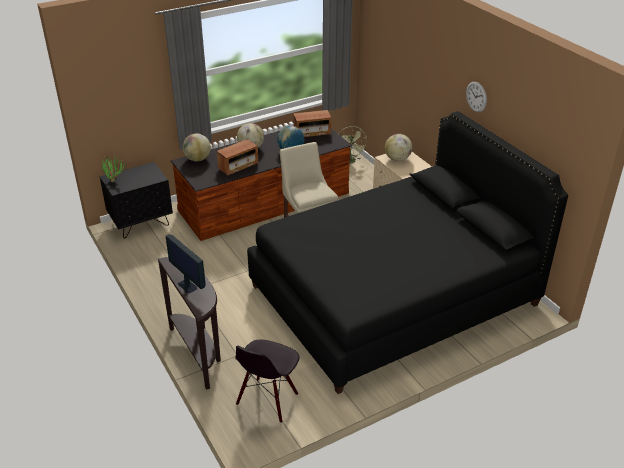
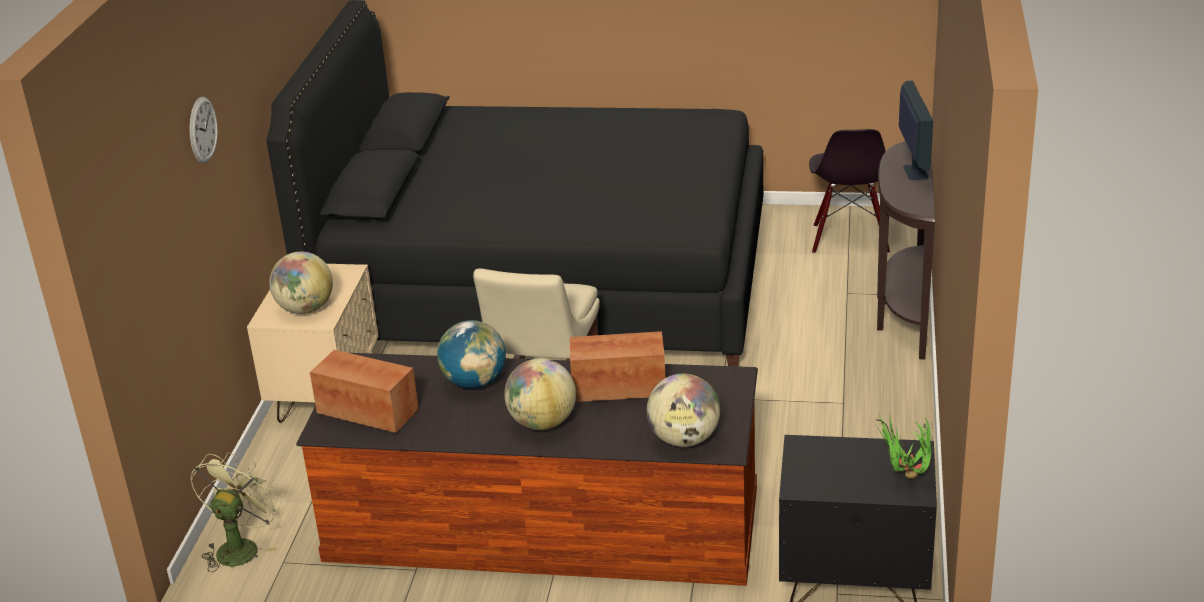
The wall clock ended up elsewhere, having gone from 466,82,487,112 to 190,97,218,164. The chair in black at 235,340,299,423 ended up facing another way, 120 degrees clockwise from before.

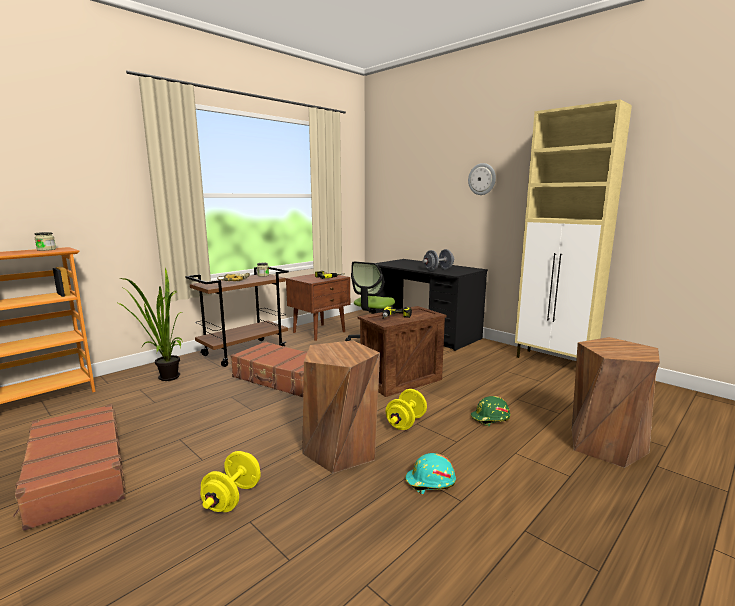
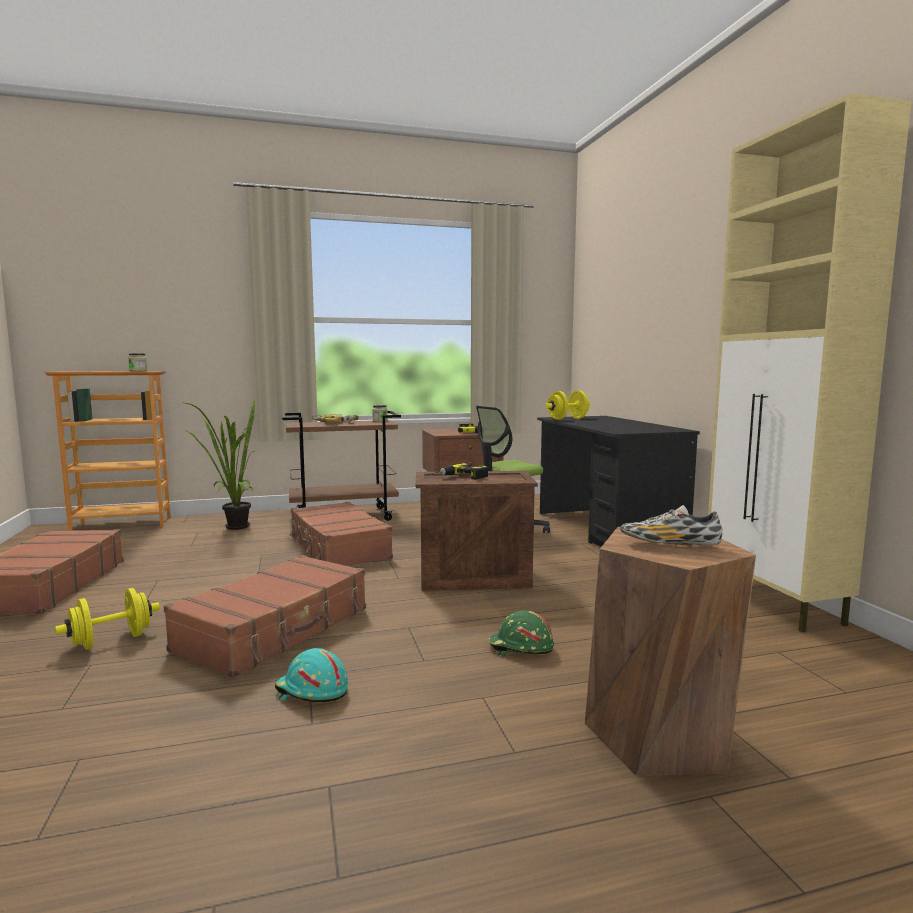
Where the stool in brown stood at 302,341,380,474, the suitcase in brown came to stand at 163,555,366,678. The free weight in yellow ended up elsewhere, having gone from 386,389,427,430 to 545,390,590,420. The second view gained the low shoe at 620,505,722,546. The second view lost the free weight in greyish at 422,249,455,271. The second view lost the wall clock at 468,163,496,195.

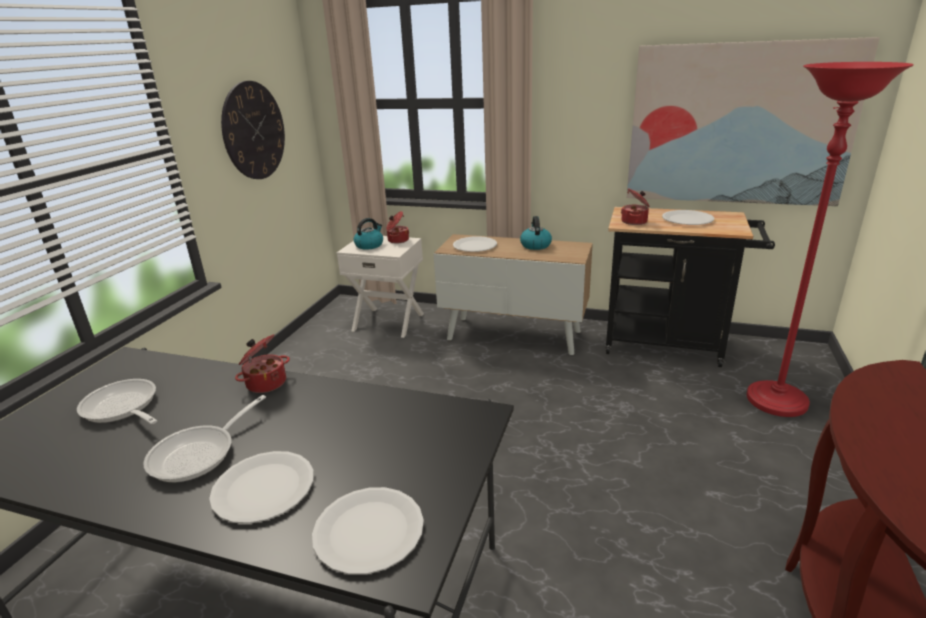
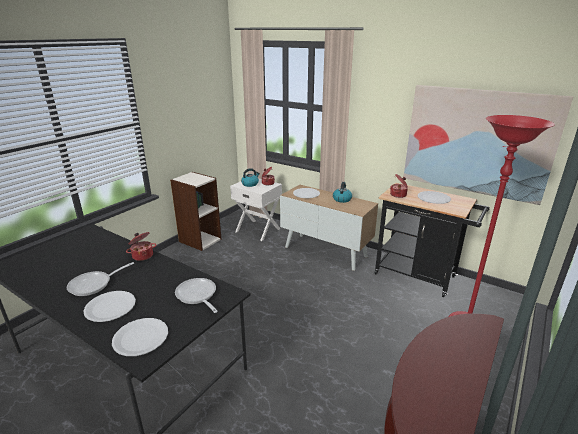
The second view gained the bookshelf at 170,172,222,251. The frying pan ended up elsewhere, having gone from 77,379,157,424 to 175,278,218,313. The second view lost the wall clock at 221,81,285,179.

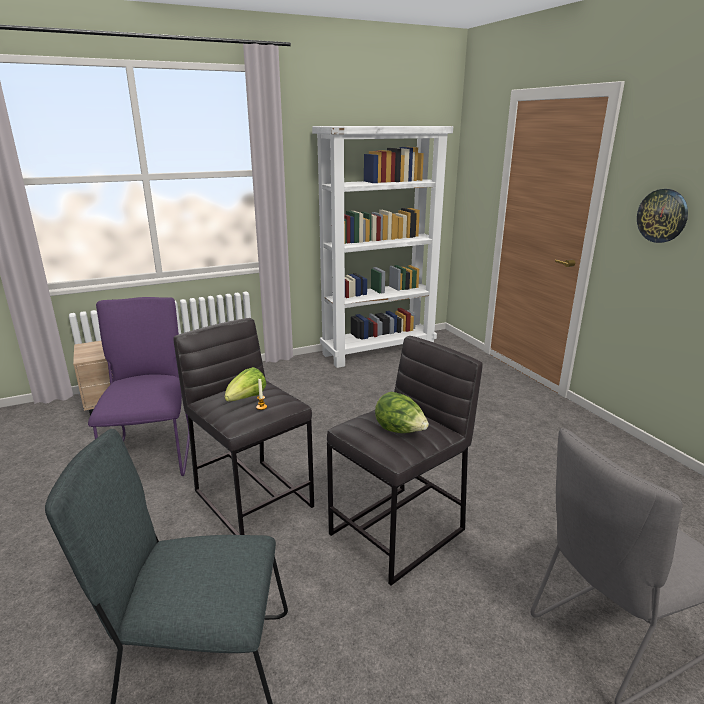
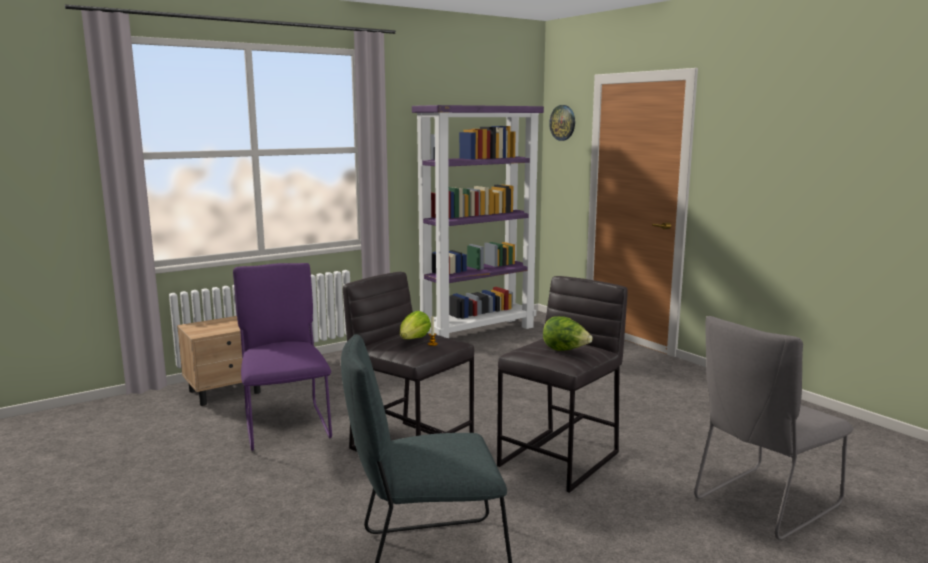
What was the bookshelf in white at 312,126,453,368 turned into the bookshelf in purple-coloured at 412,105,544,338. The wall clock ended up elsewhere, having gone from 637,189,688,243 to 549,105,575,141.

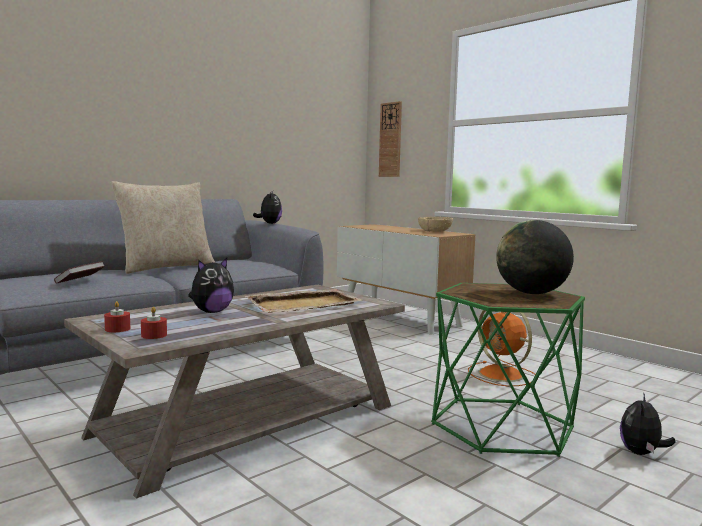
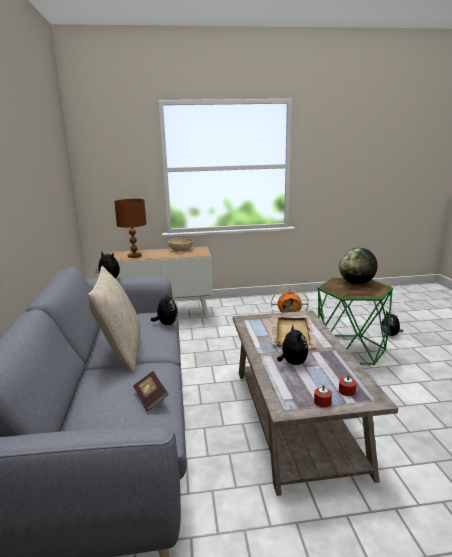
The second view gained the tabletop lamp in brown at 114,199,146,258. The second view gained the plush toy at 151,293,178,325. The second view lost the wall clock at 379,101,402,177.

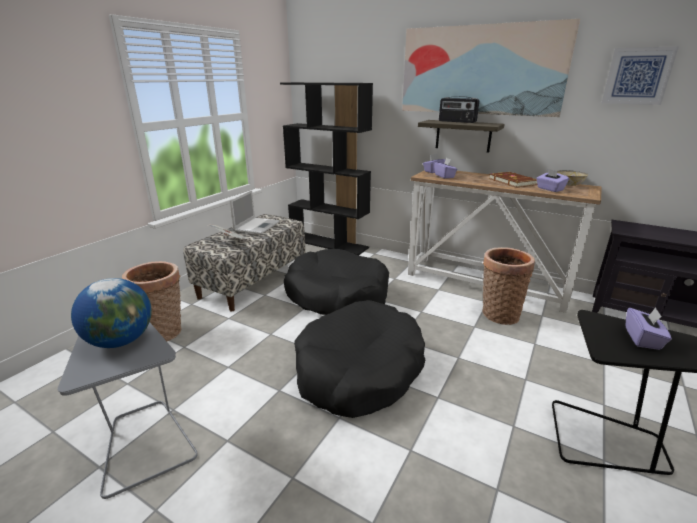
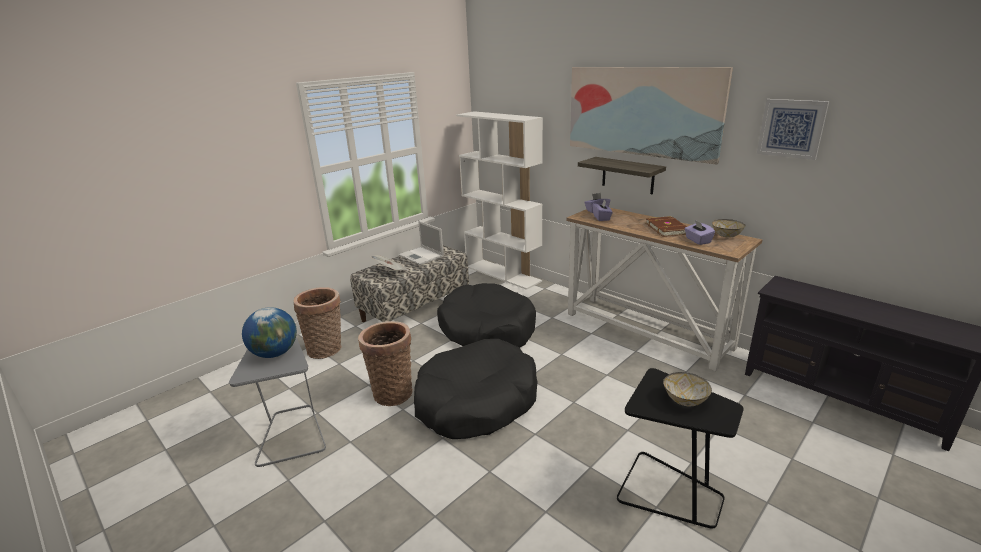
The storage basket ended up elsewhere, having gone from 482,247,535,325 to 358,321,413,406. The notebook computer at 230,190,280,234 ended up facing another way, 105 degrees clockwise from before. What was the bookshelf in black at 280,82,373,256 turned into the bookshelf in white at 456,111,543,290. Where the tissue holder in purple-coloured stood at 626,308,672,350, the deep dish came to stand at 663,372,712,406. The second view lost the radio receiver at 439,96,479,123.

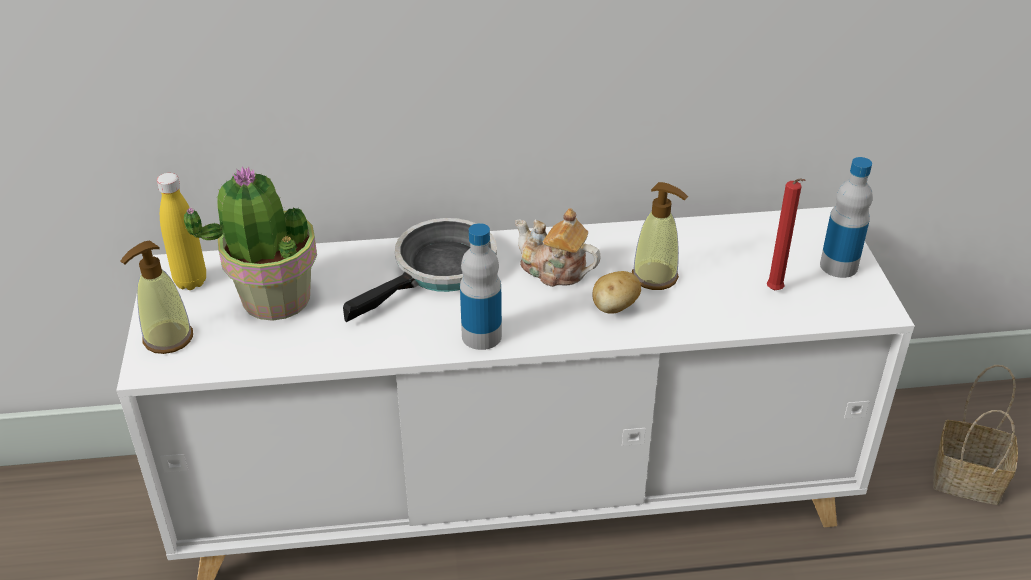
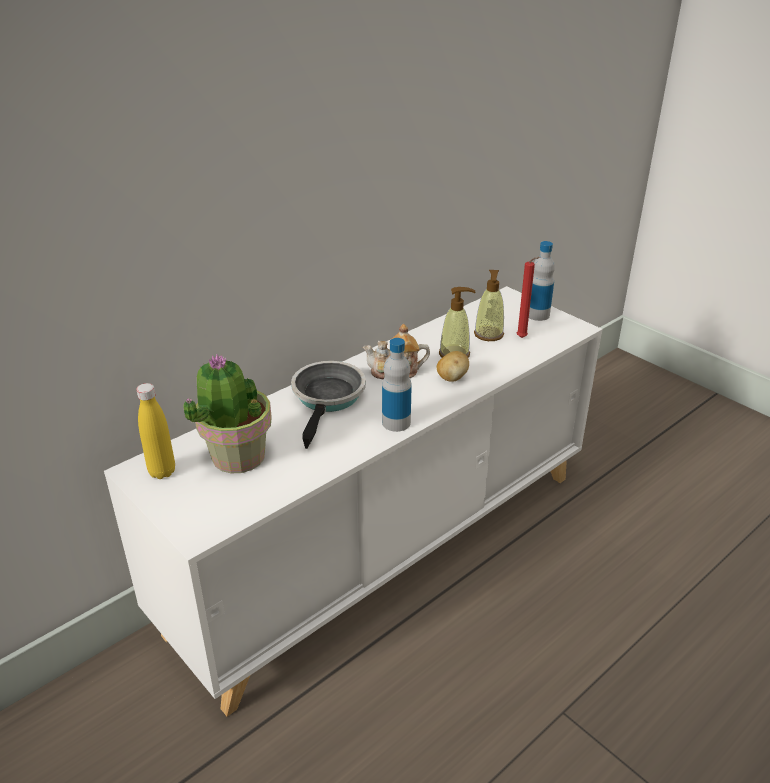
The liquid soap bottle ended up elsewhere, having gone from 121,241,193,354 to 474,270,504,341. The second view lost the storage basket at 933,365,1018,505.

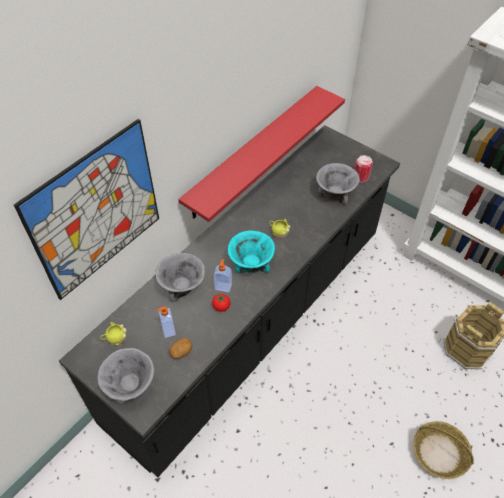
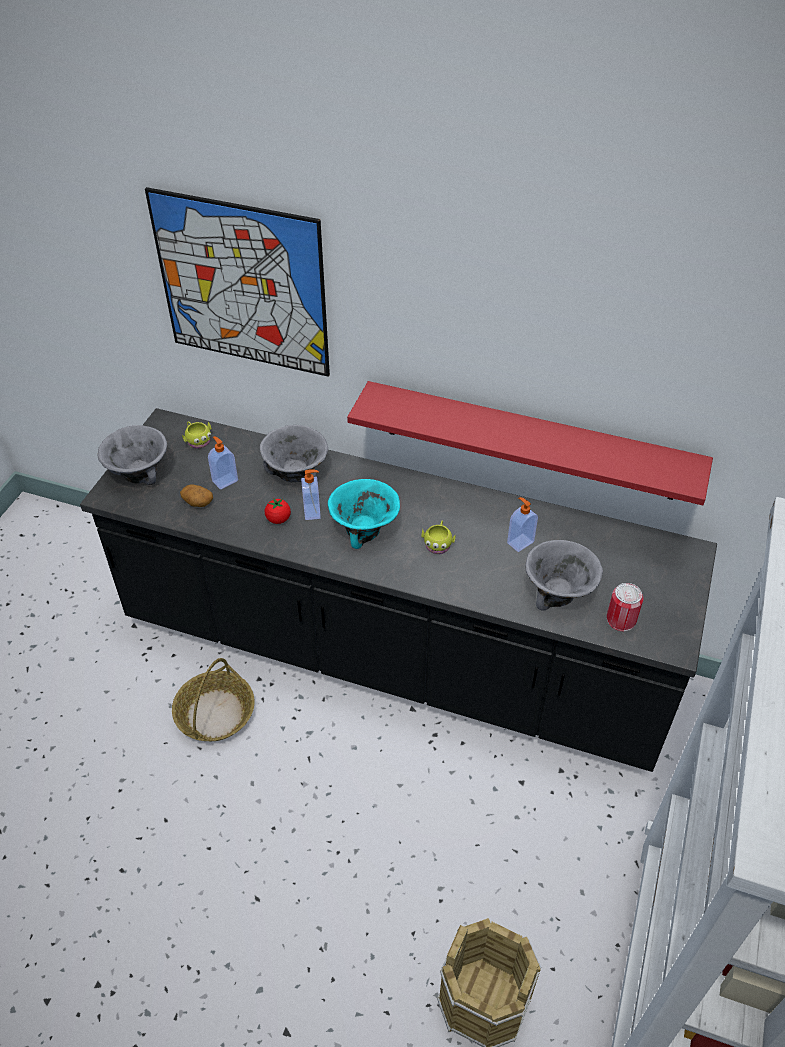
The storage basket ended up elsewhere, having gone from 413,421,474,479 to 172,658,254,741. The second view gained the liquid soap bottle at 507,497,538,552.

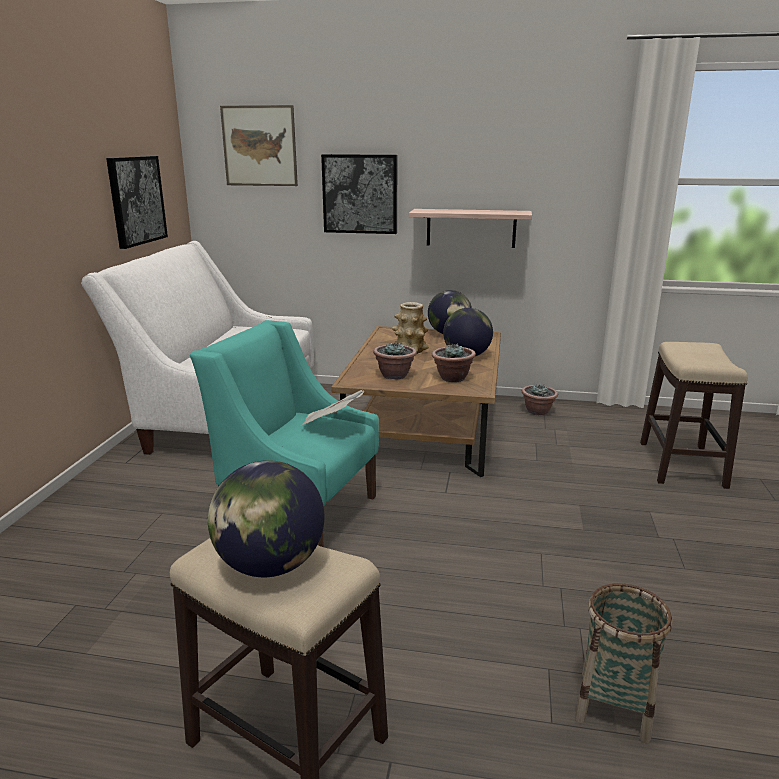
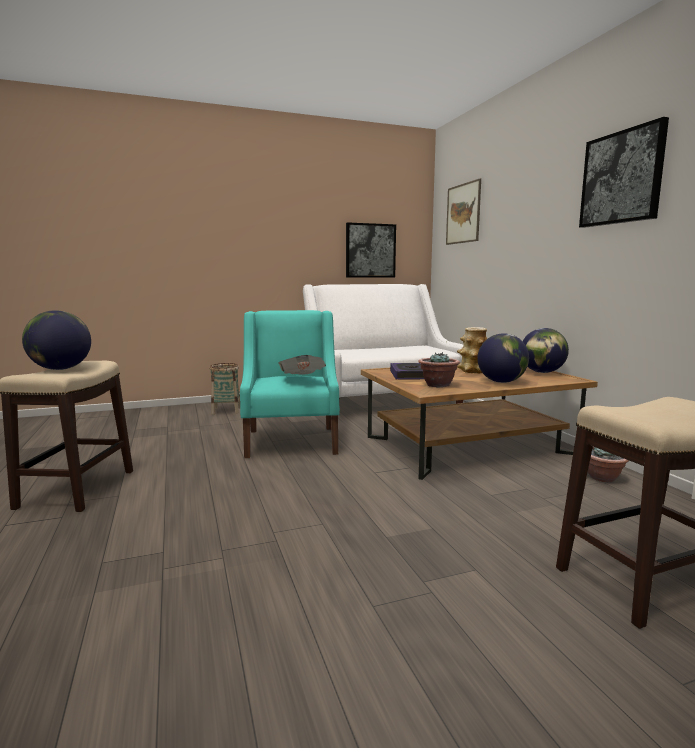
The storage basket ended up elsewhere, having gone from 575,583,673,743 to 209,363,240,415. Where the houseplant stood at 373,341,417,379, the book came to stand at 390,363,424,380. The wall art ended up elsewhere, having gone from 321,154,397,234 to 579,117,669,228. The second view lost the bracket shelf at 409,209,532,248.

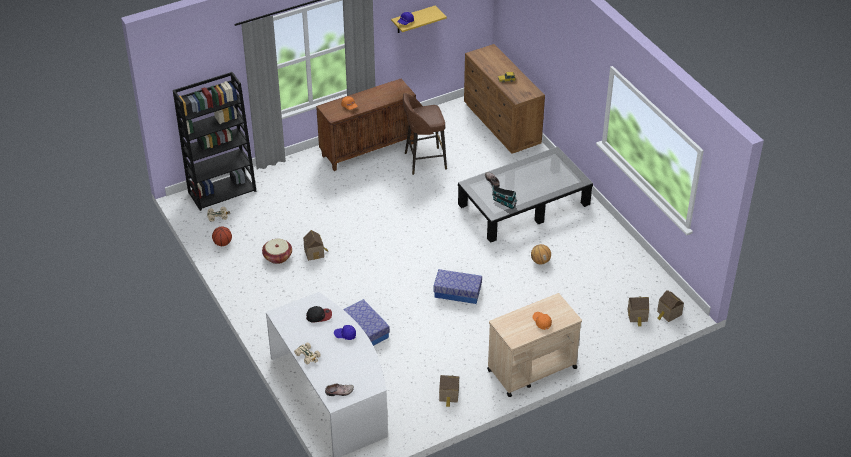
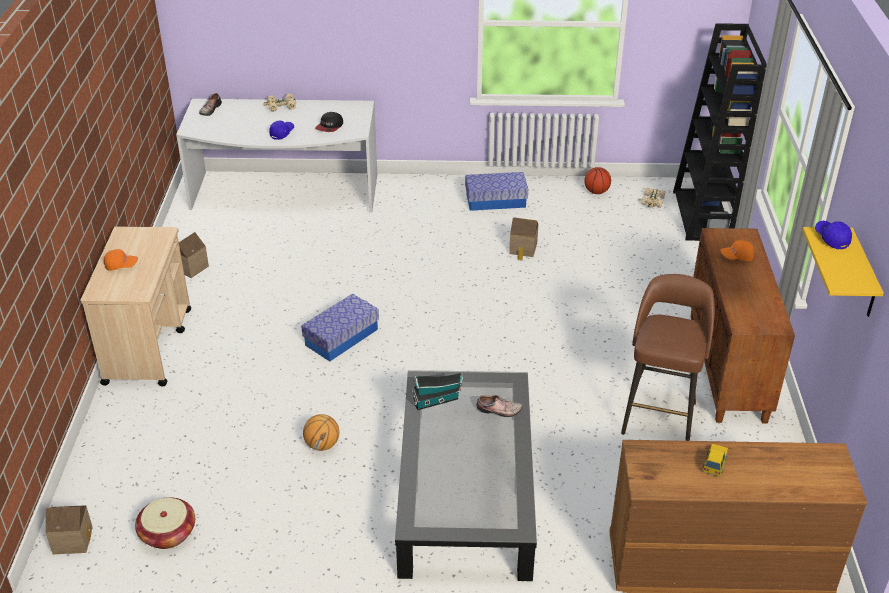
The storage basket ended up elsewhere, having gone from 262,239,292,264 to 135,497,195,549. The storage box ended up elsewhere, having gone from 343,299,390,346 to 465,172,528,211. The second view lost the model house at 628,296,649,326.

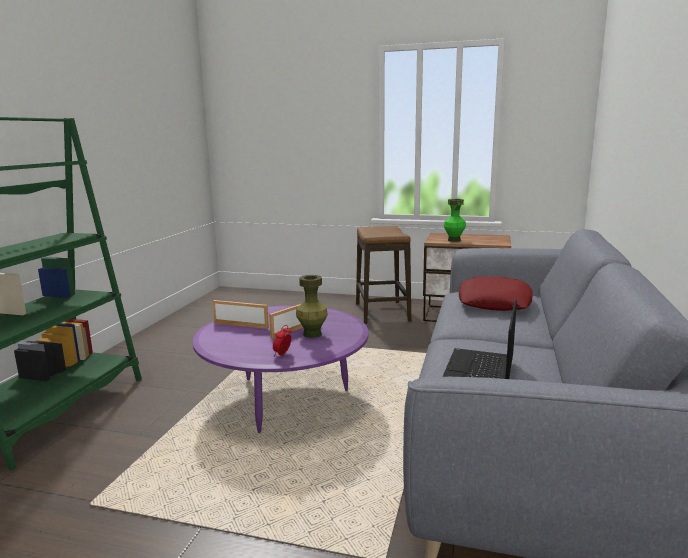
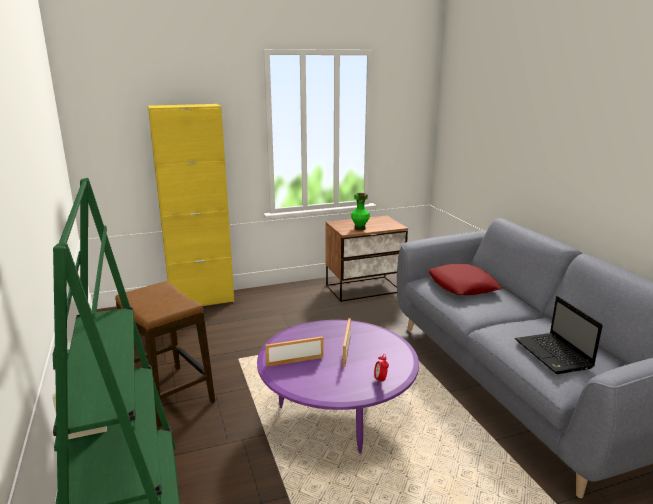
The stool ended up elsewhere, having gone from 356,226,411,324 to 115,281,215,427. The second view gained the cupboard in yellow at 148,104,234,306. The second view lost the vase in greenish at 296,275,328,338.

